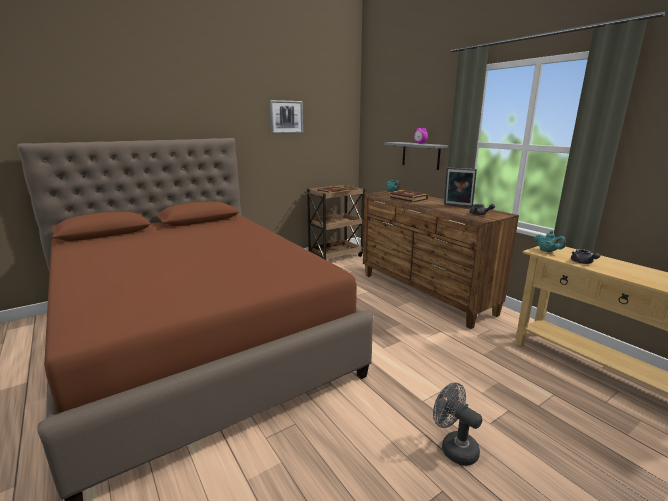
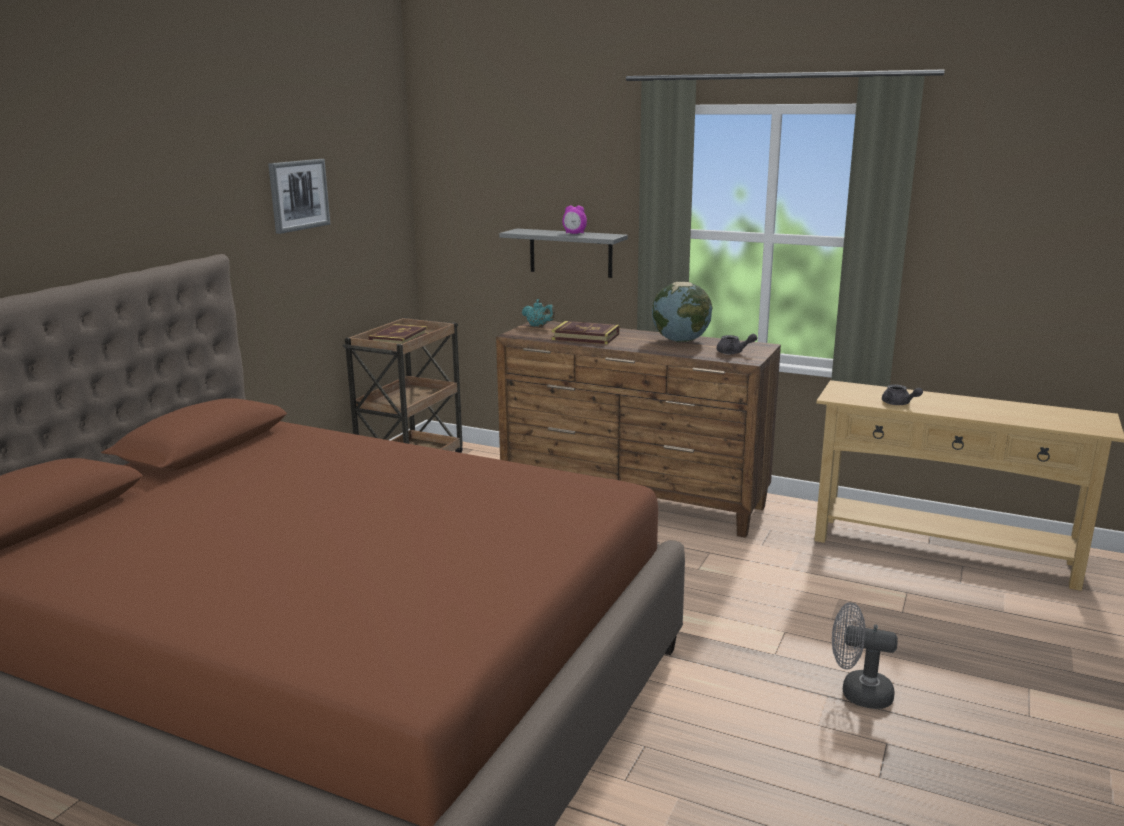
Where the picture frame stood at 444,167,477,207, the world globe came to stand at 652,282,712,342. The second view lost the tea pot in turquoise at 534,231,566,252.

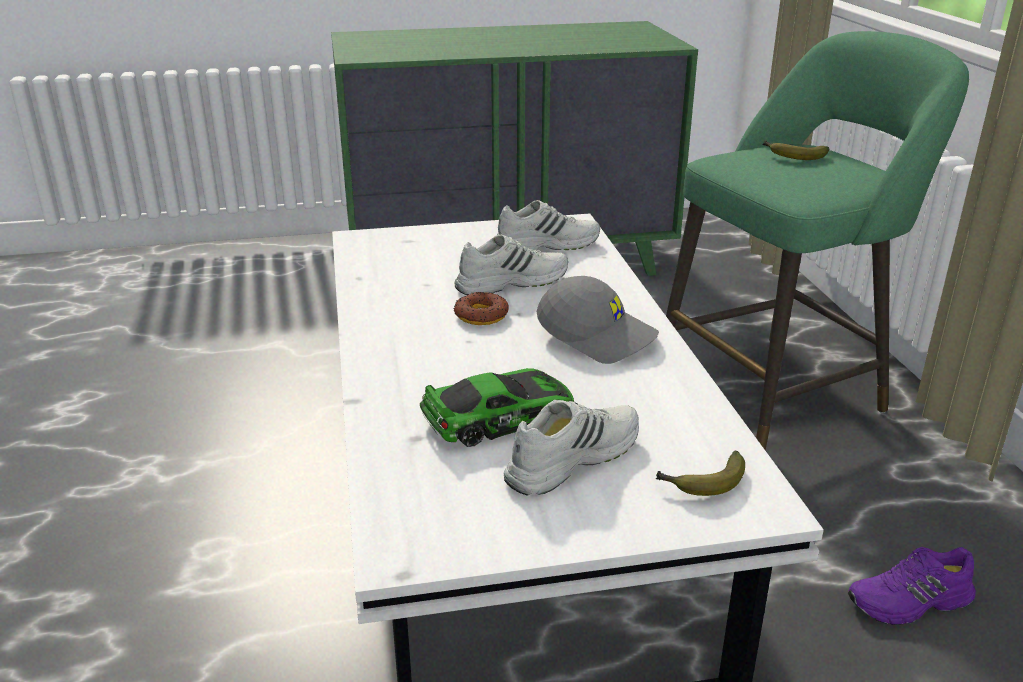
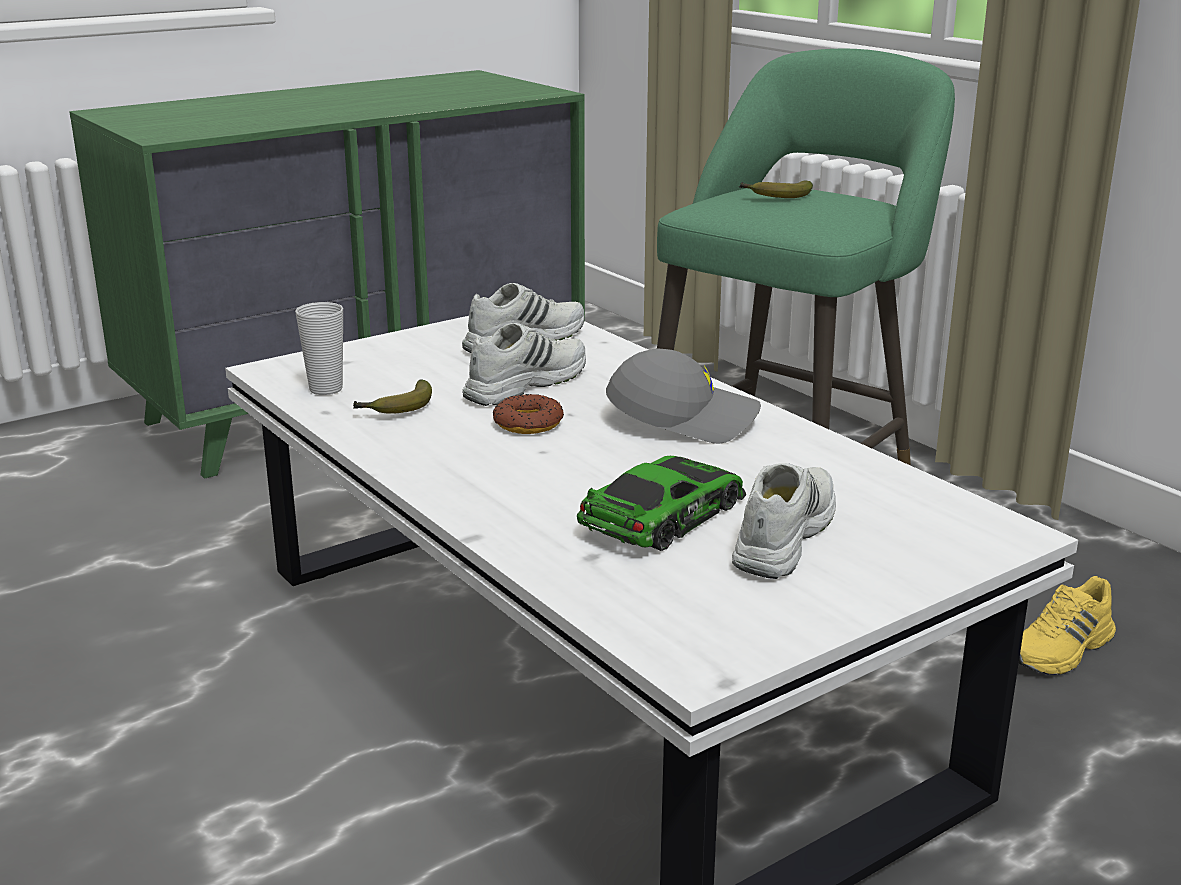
The second view gained the cup at 295,302,343,395. The banana ended up elsewhere, having gone from 655,450,745,496 to 353,379,432,414. What was the low shoe in purple-coloured at 848,547,976,625 turned into the low shoe in yellow at 1019,576,1116,675.

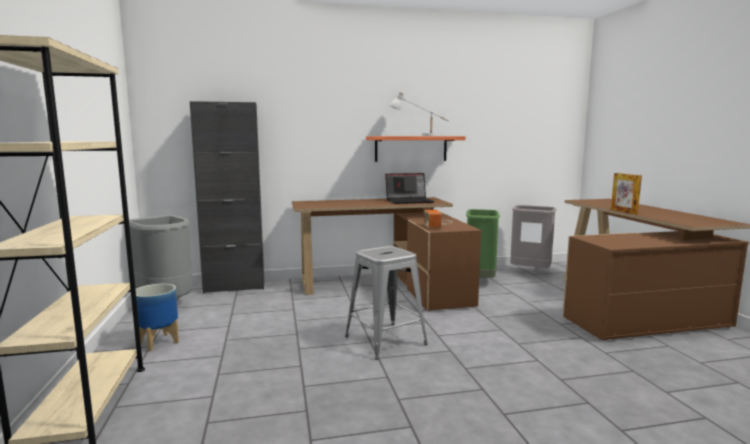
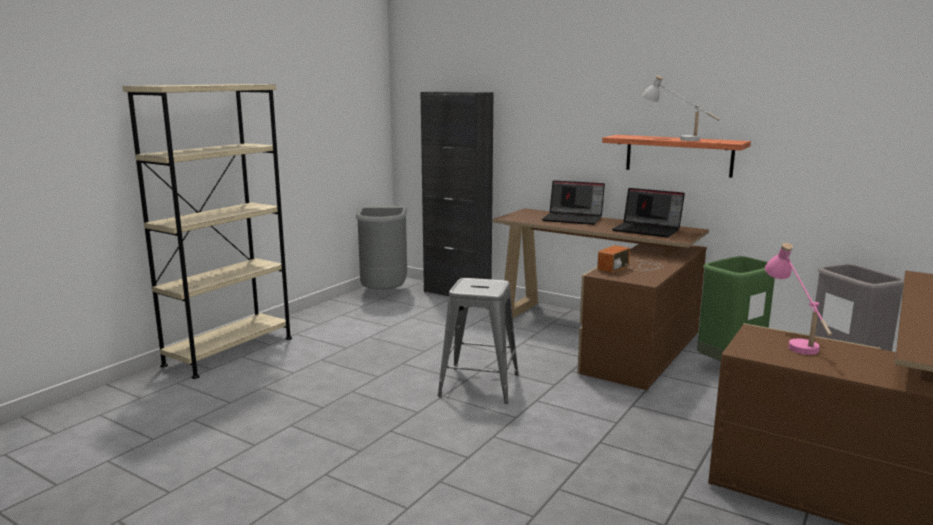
The second view gained the notebook computer at 542,180,605,225. The second view gained the tabletop lamp in pink-coloured at 765,243,832,355. The second view lost the plant pot at 136,284,179,351. The second view lost the picture frame at 611,173,642,215.

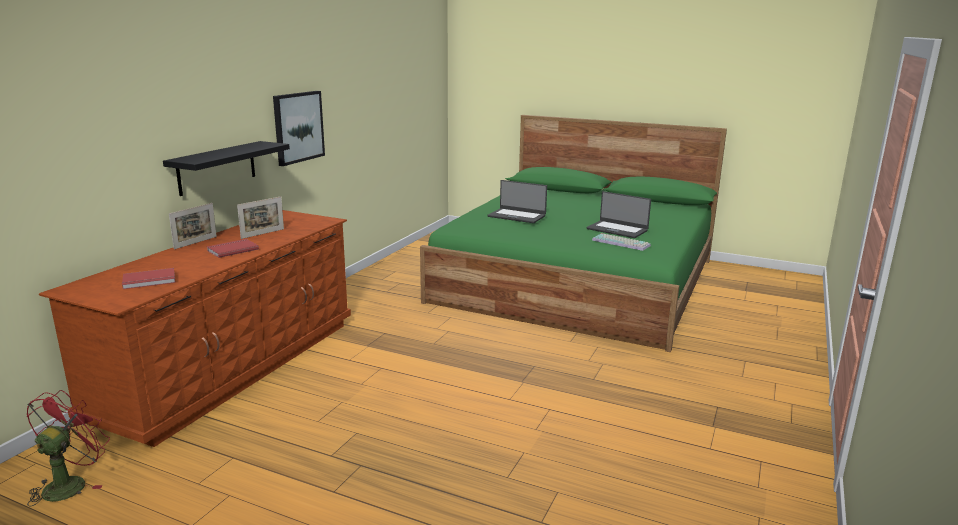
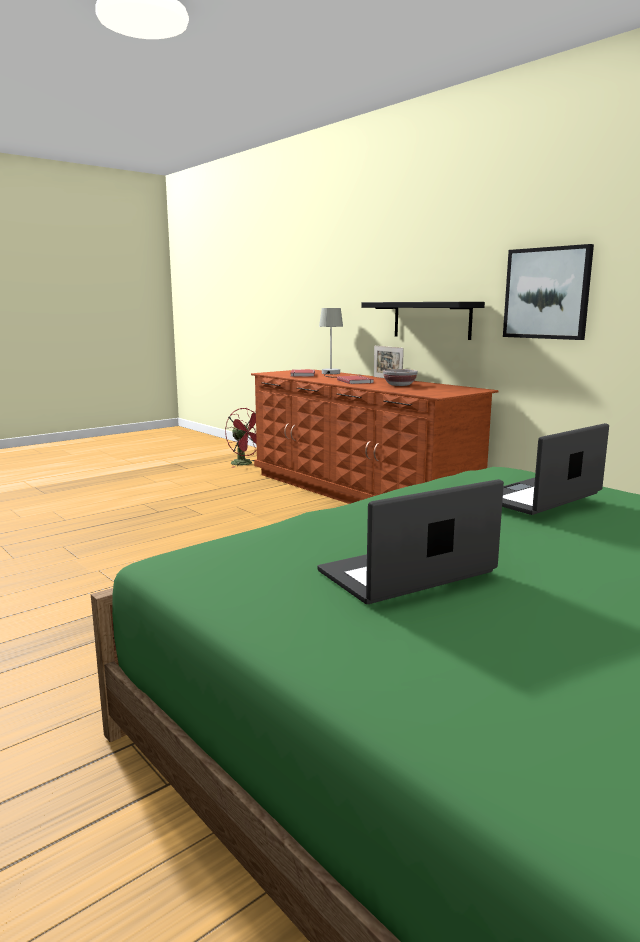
The second view gained the tabletop lamp in greyish at 319,308,343,378. Where the picture frame stood at 237,196,284,239, the deep dish came to stand at 383,369,418,386. The second view lost the keyboard at 592,233,651,251.

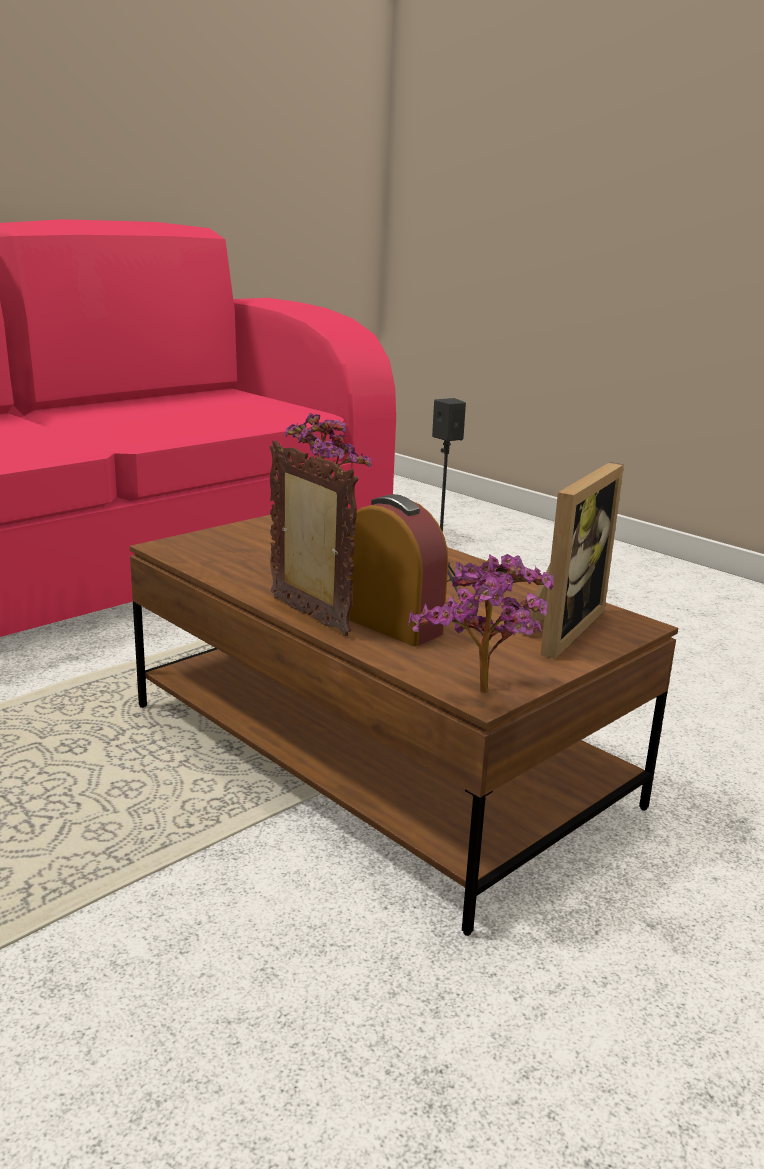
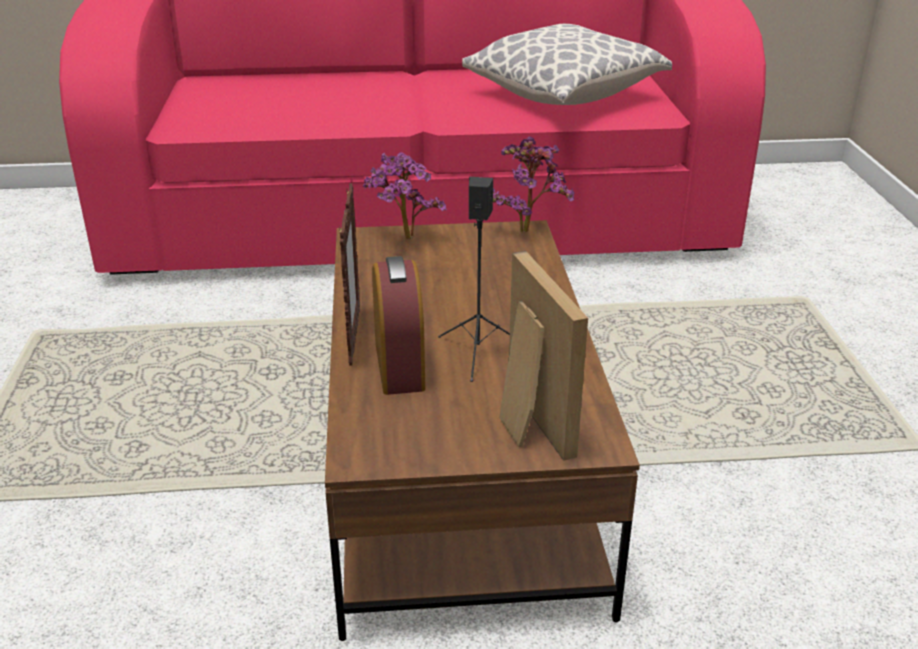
The houseplant ended up elsewhere, having gone from 408,554,553,693 to 362,152,446,239. The second view gained the cushion at 462,24,672,105. The picture frame at 522,462,624,659 ended up facing another way, 90 degrees counterclockwise from before.

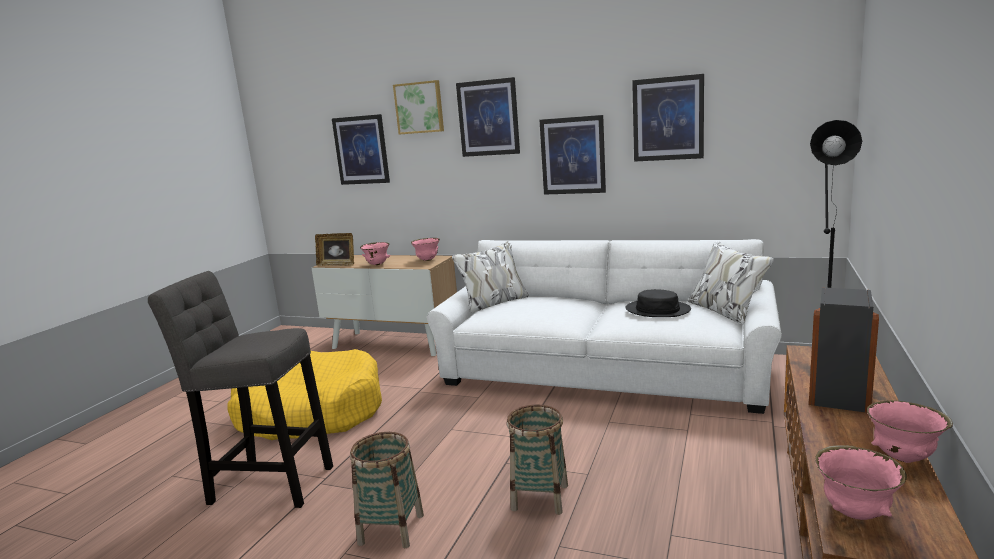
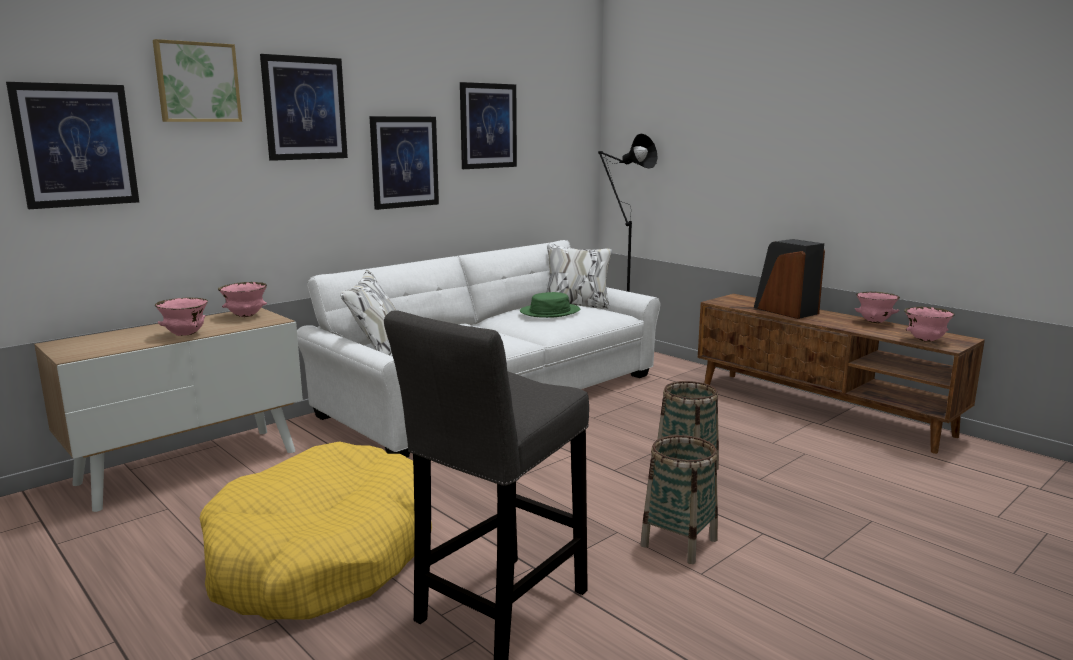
What was the hat in black at 625,289,691,317 turned into the hat in greenish at 520,292,580,318. The second view lost the picture frame at 315,233,354,266.

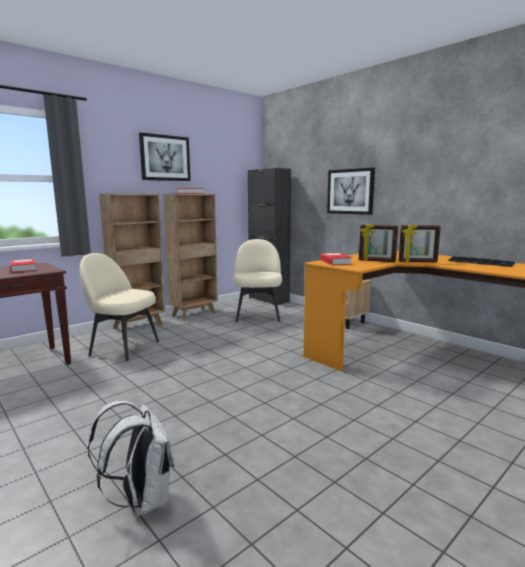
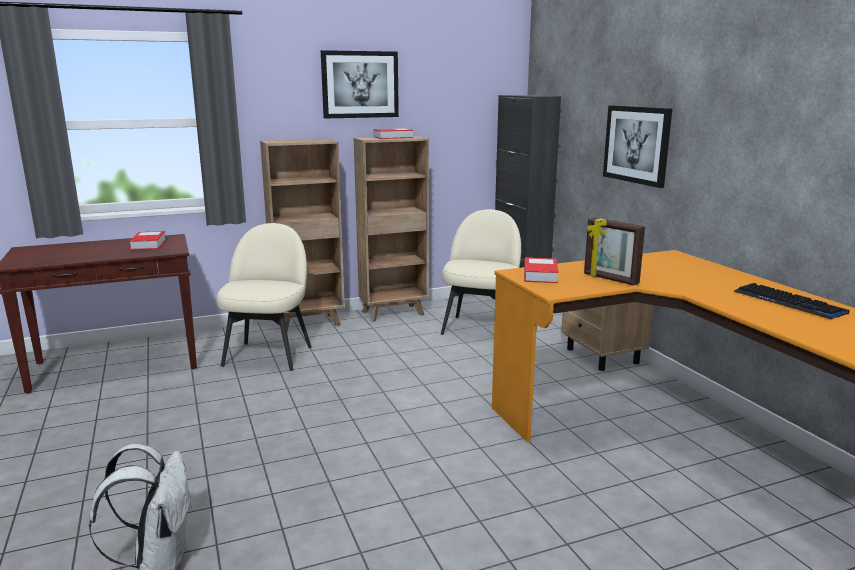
The chair in beige at 80,253,159,361 ended up facing another way, 60 degrees clockwise from before. The second view lost the picture frame at 399,224,441,262.

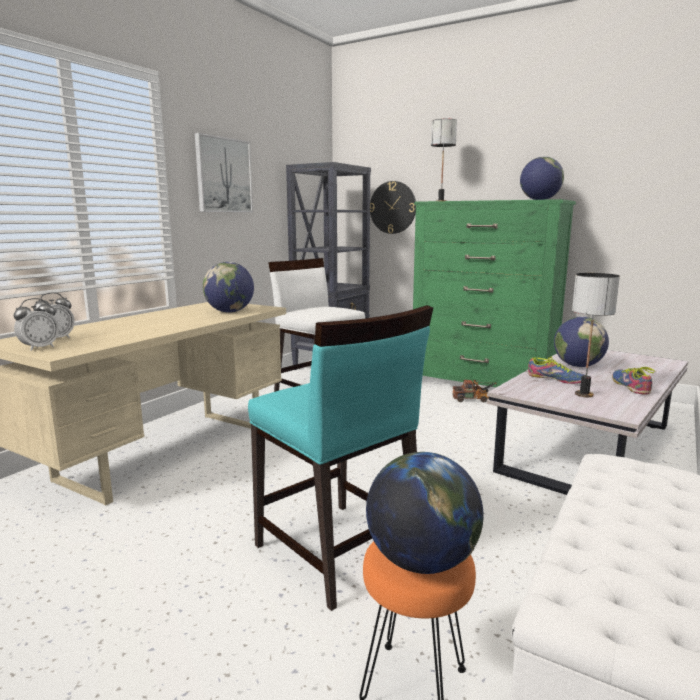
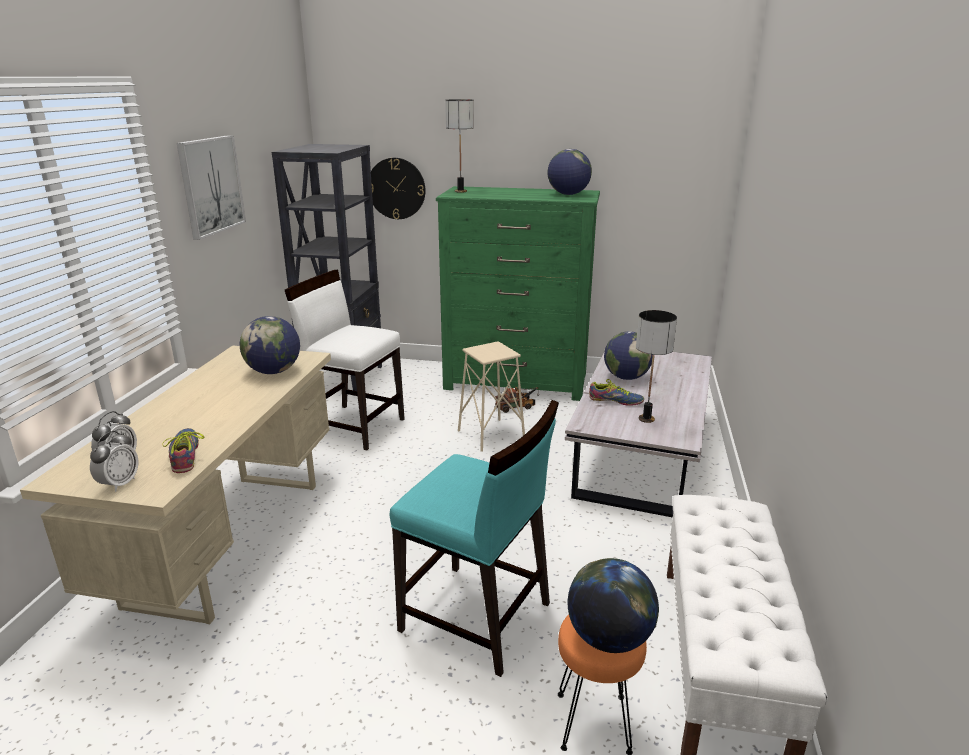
The low shoe ended up elsewhere, having gone from 612,367,655,395 to 162,428,205,473. The second view gained the stool in beige at 458,341,525,452.

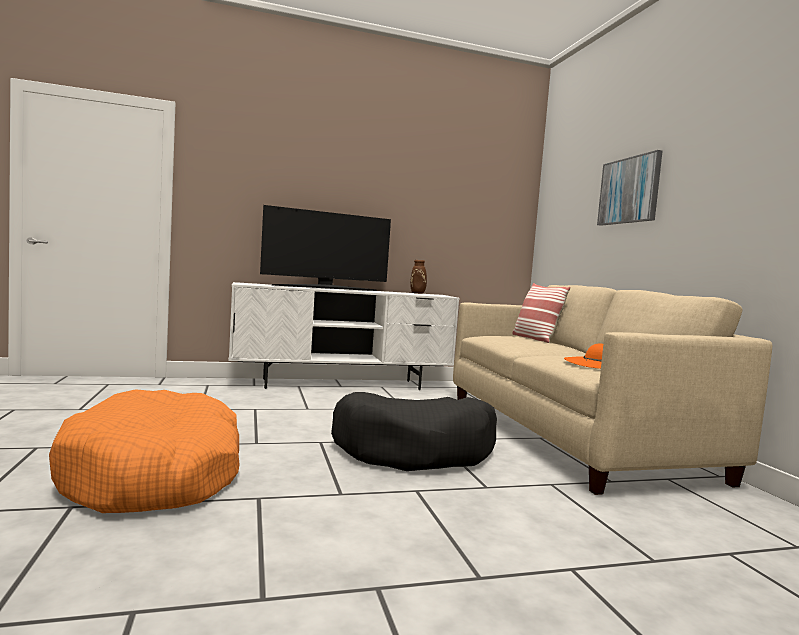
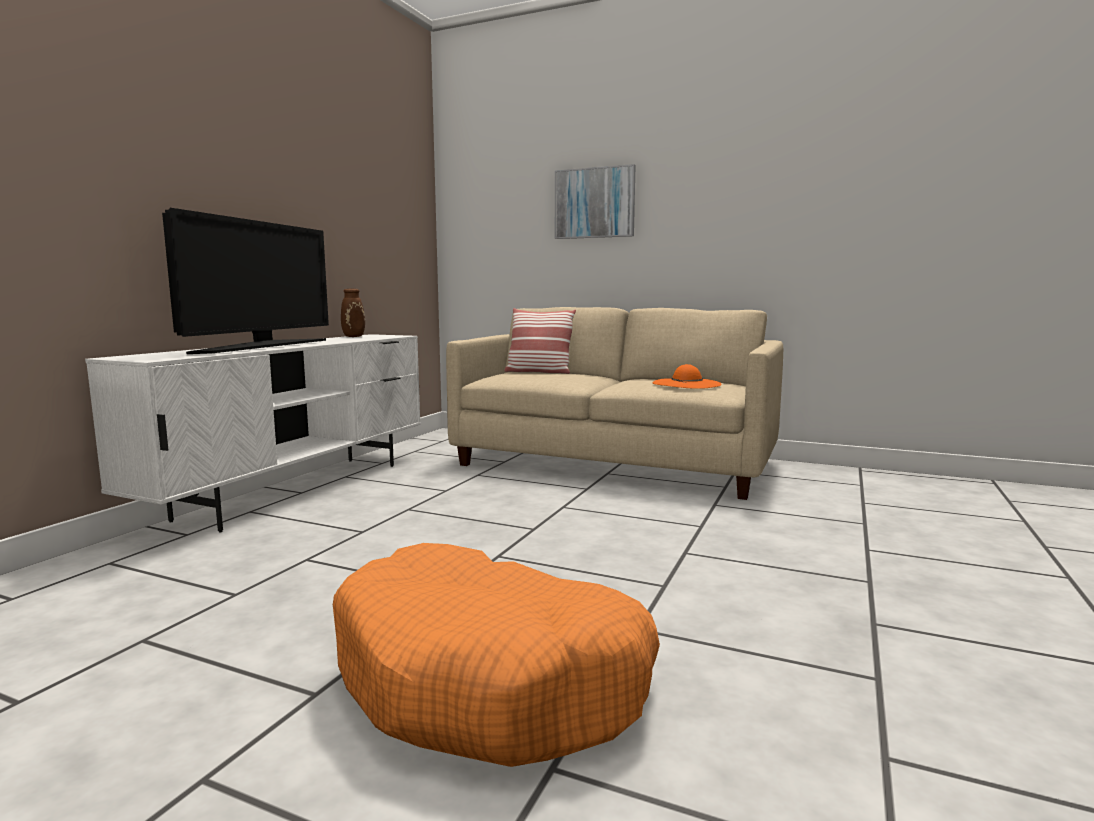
The second view lost the pet bed in black at 331,392,497,471.

